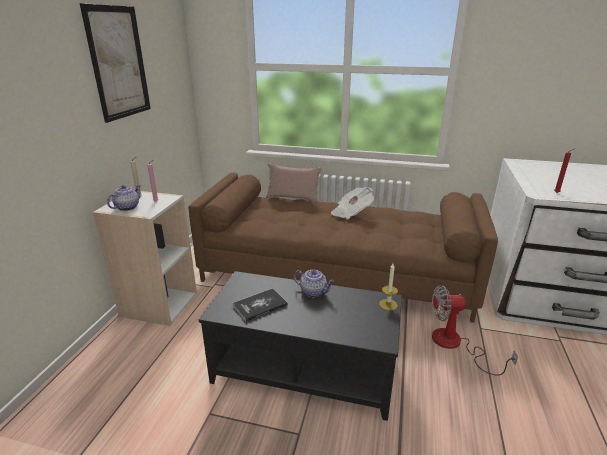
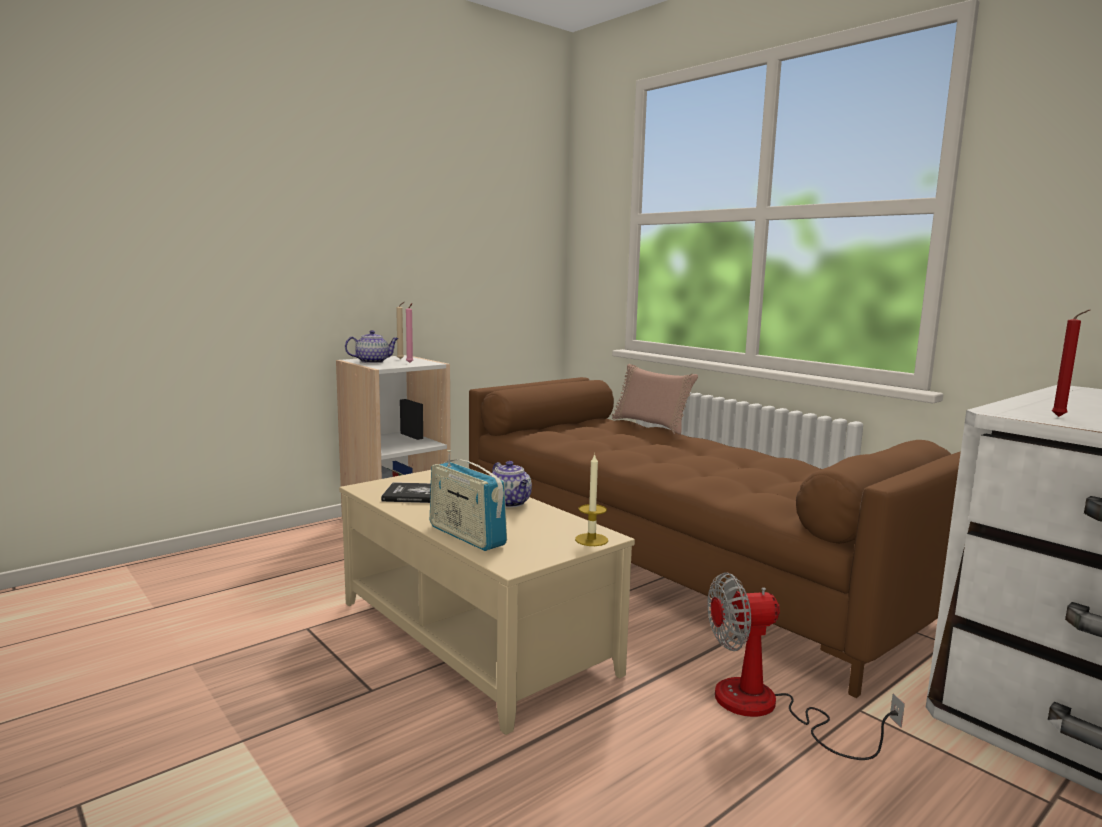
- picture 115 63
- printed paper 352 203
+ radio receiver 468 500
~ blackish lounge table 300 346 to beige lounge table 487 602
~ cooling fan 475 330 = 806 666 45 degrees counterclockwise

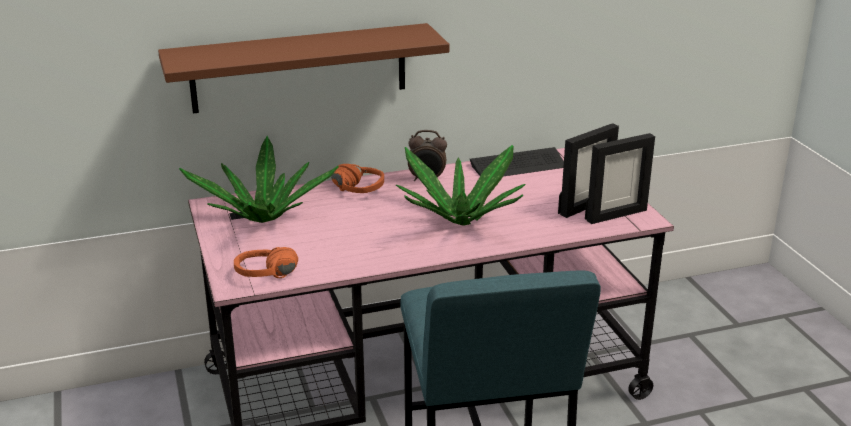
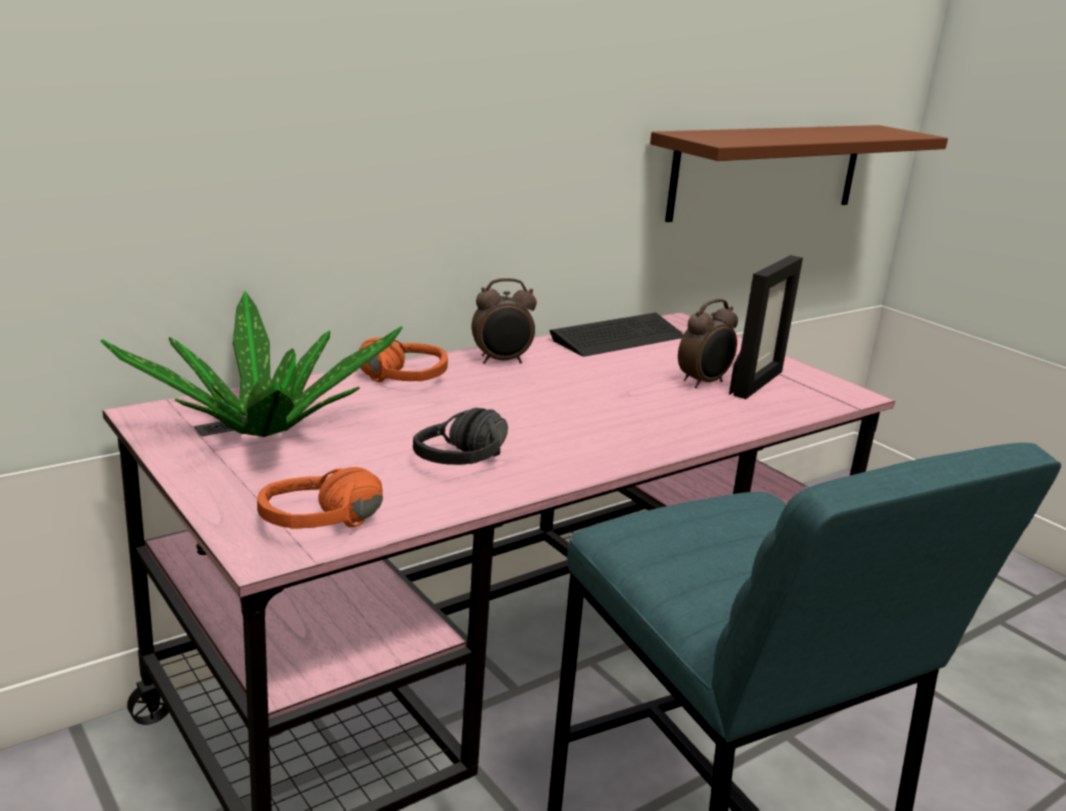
- plant in a pot 461 185
- photo frame 620 178
+ blackish headphones 460 436
+ table clock 708 343
~ brownish wall shelf 303 68 to 799 173

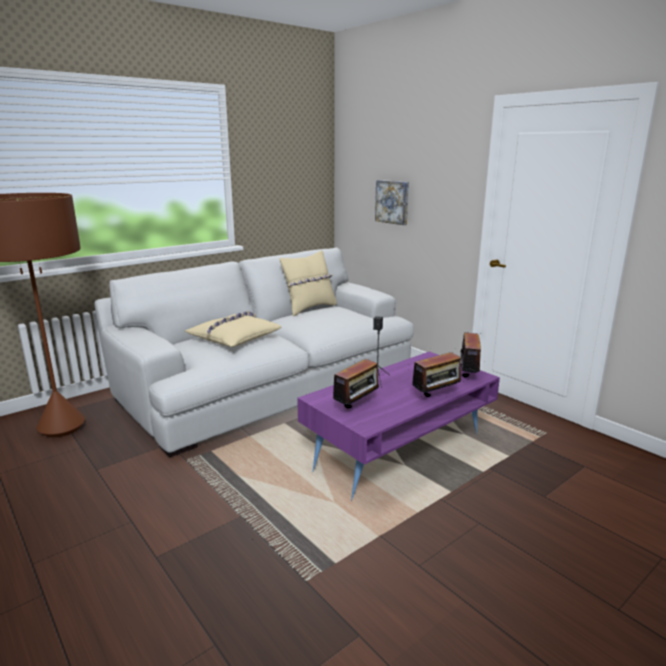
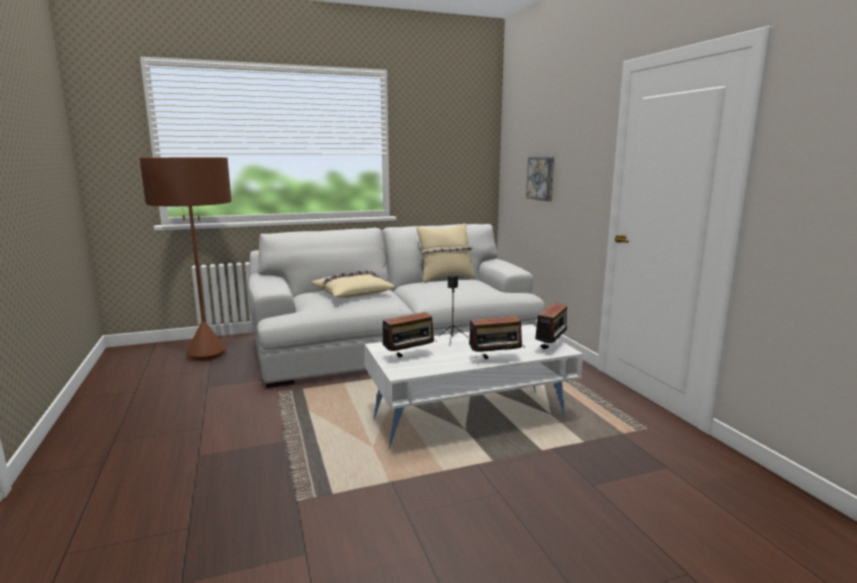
~ purple-coloured lounge table 398 426 to white lounge table 474 386

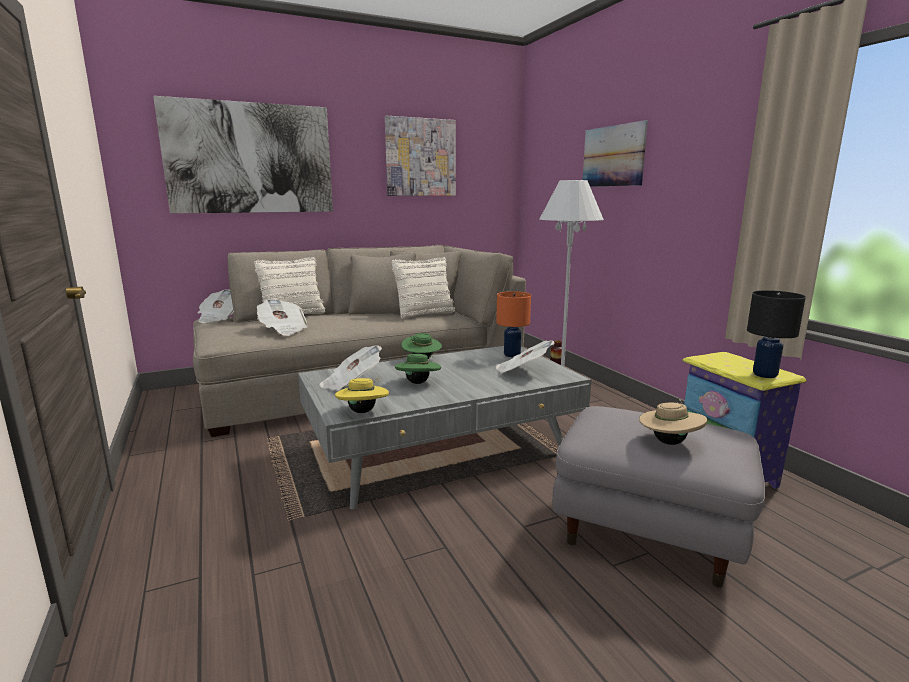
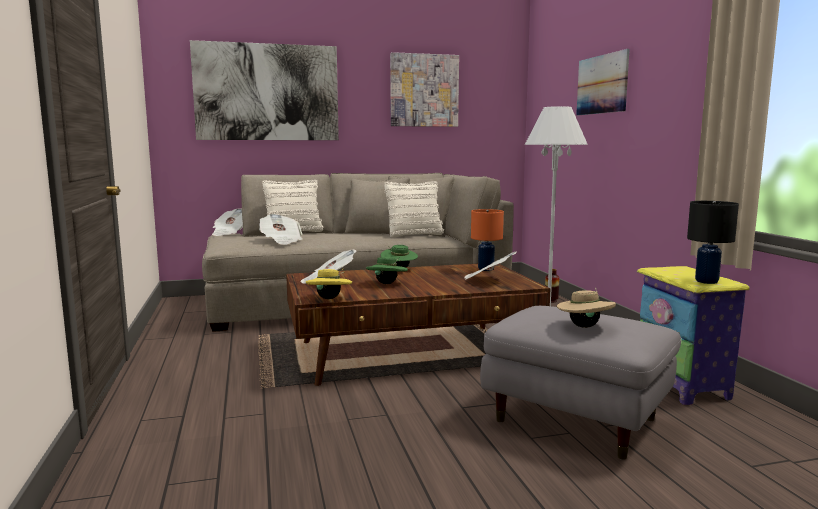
~ grey lounge table 444 428 to brownish lounge table 418 325

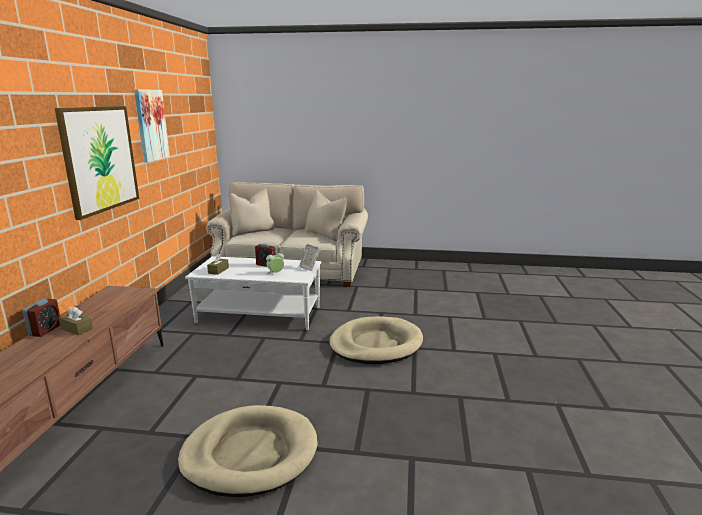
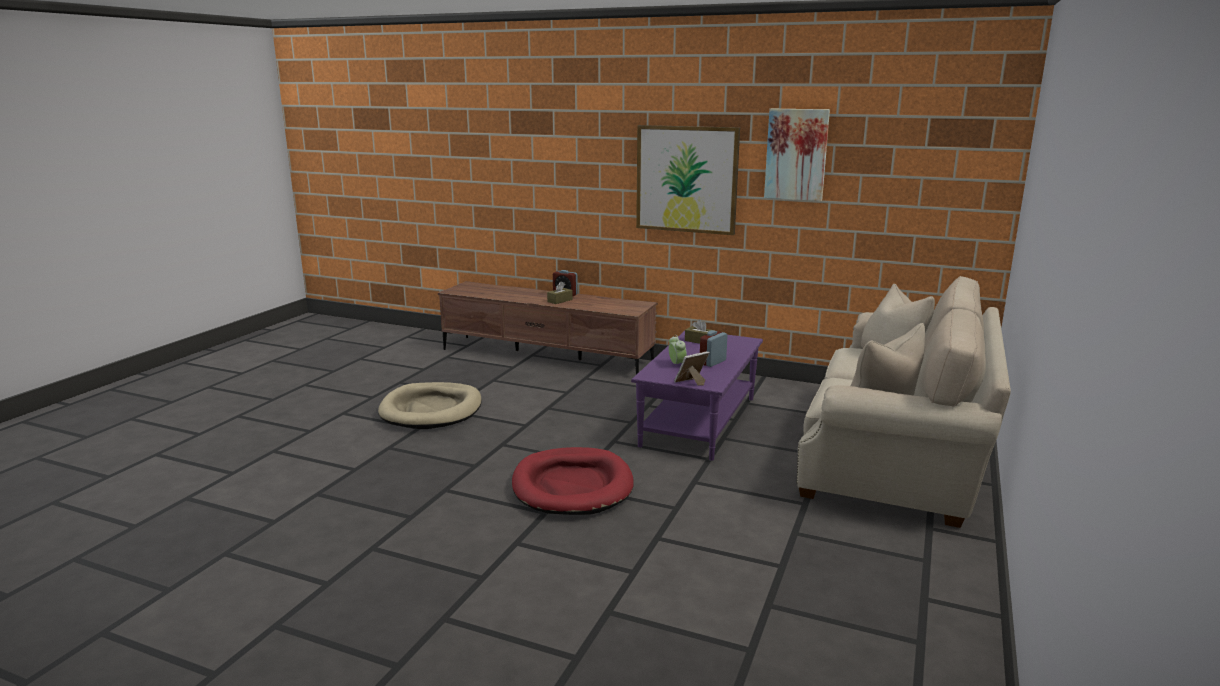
~ white lounge table 253 293 to purple-coloured lounge table 697 396
~ beige pet bed 376 340 to red pet bed 572 481

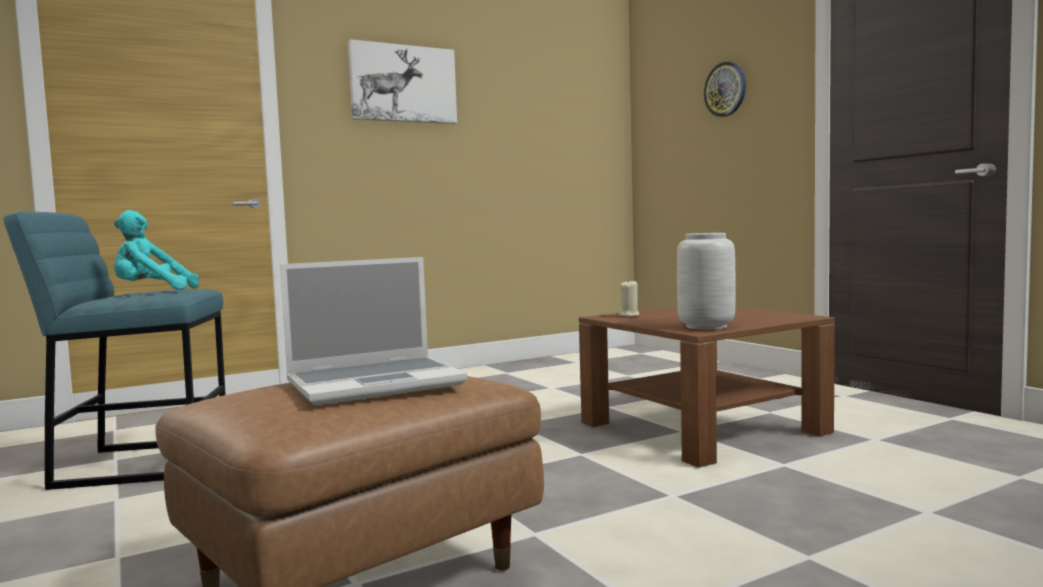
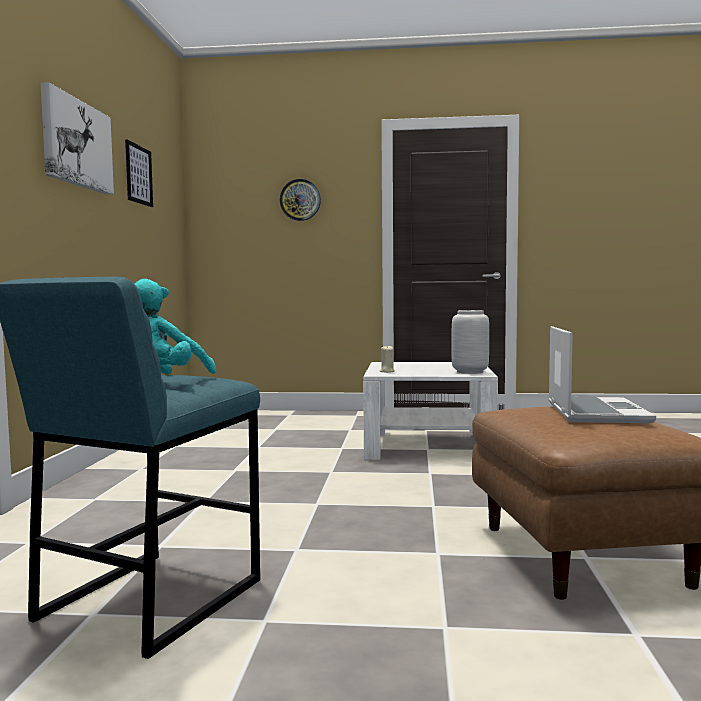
+ picture 139 173
~ brownish lounge table 707 387 to white lounge table 430 411

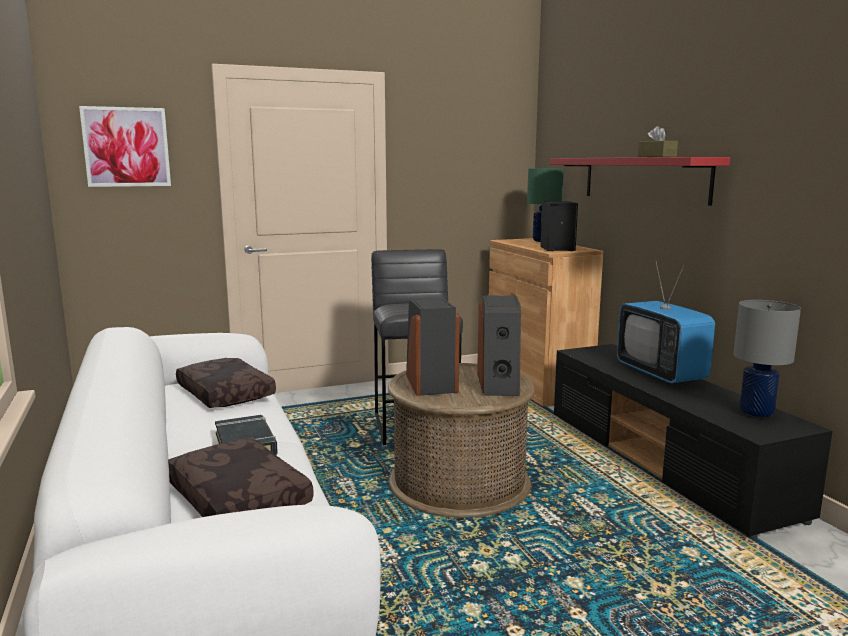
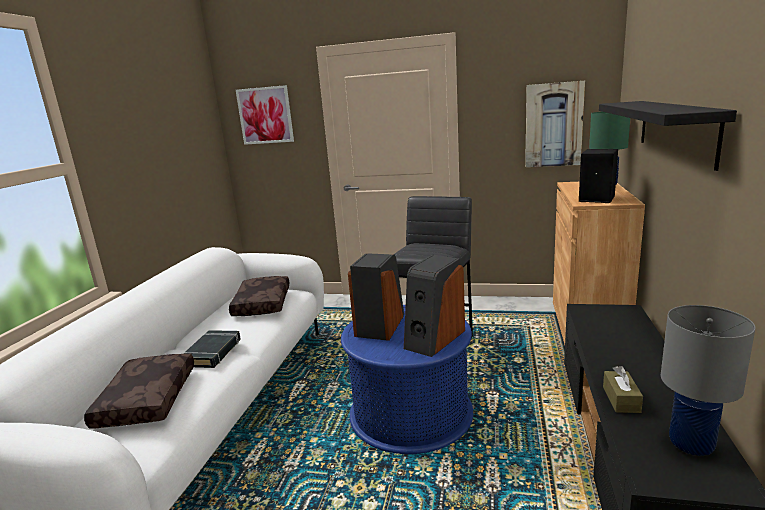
- television 666 322
+ picture 555 124
~ brownish box of tissues 658 141 to 623 389
~ brownish lounge table 461 440 to blue lounge table 407 379
~ red wall shelf 640 181 to blackish wall shelf 668 136

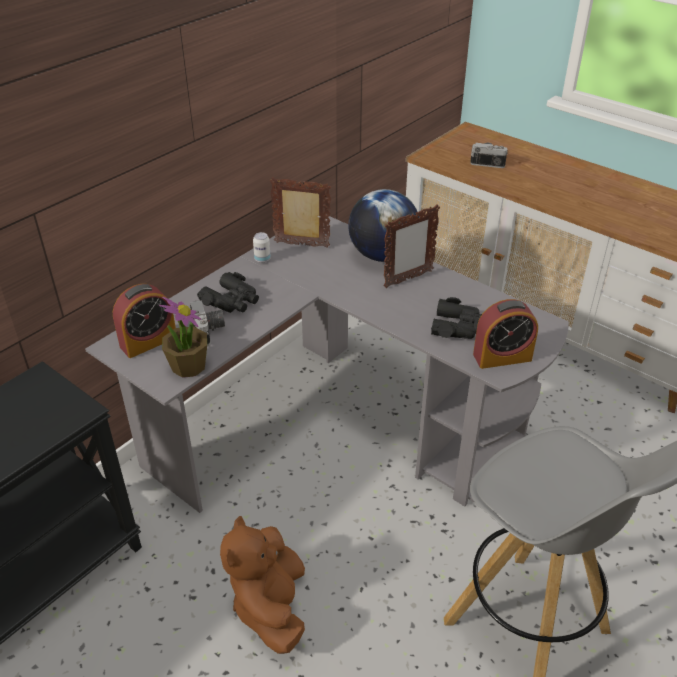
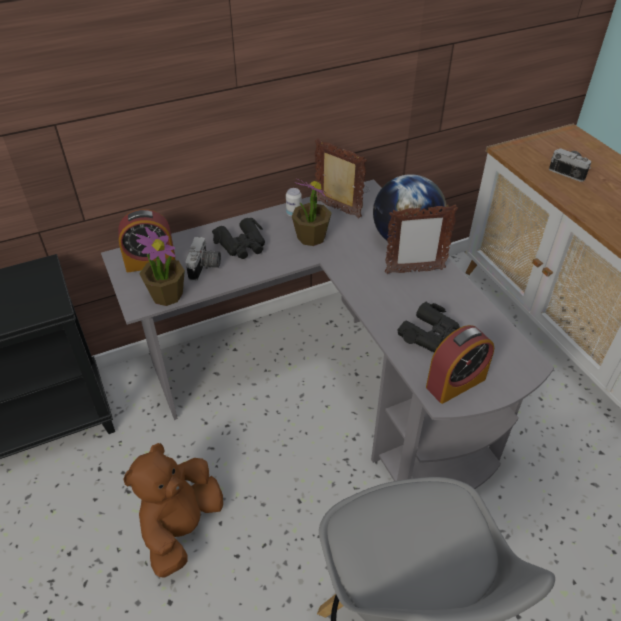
+ plant in a pot 312 212
~ table clock 505 334 = 460 364 45 degrees counterclockwise

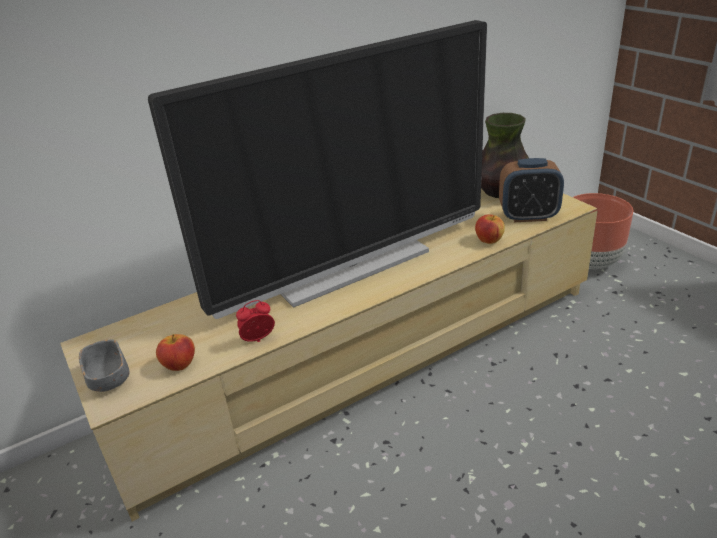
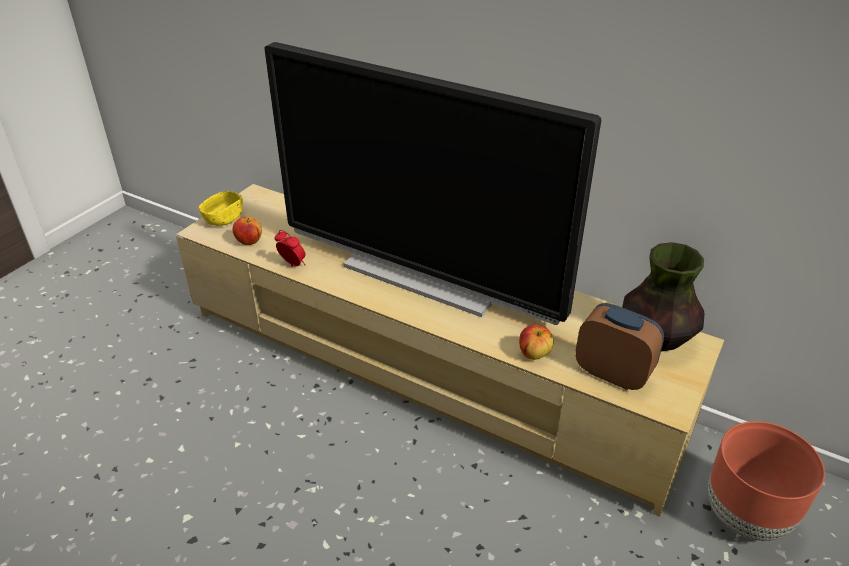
~ grey serving bowl 104 366 to yellow serving bowl 221 208
~ table clock 531 190 = 619 346 150 degrees clockwise

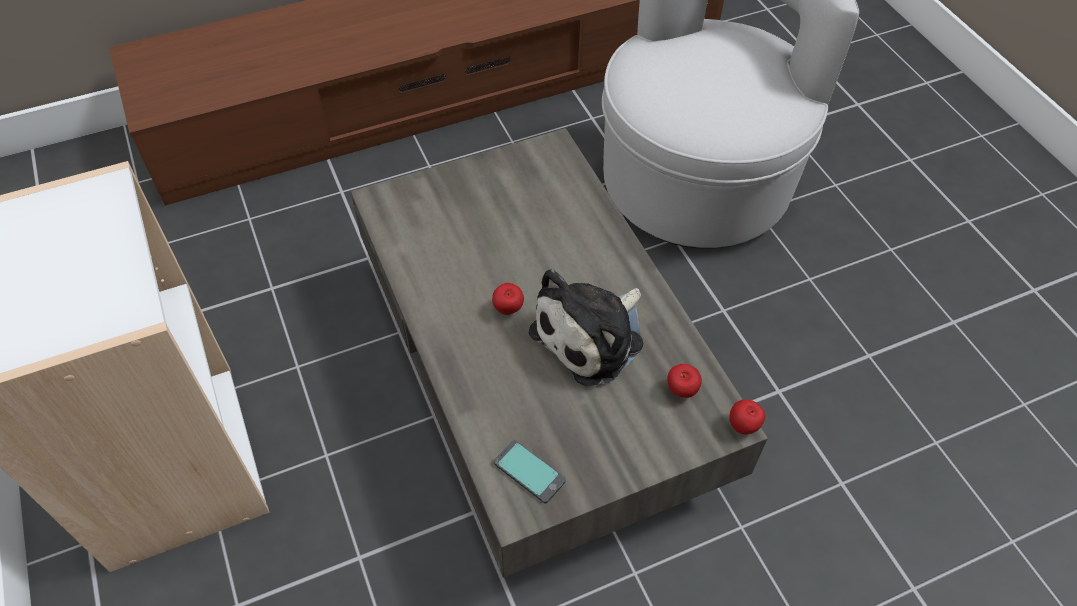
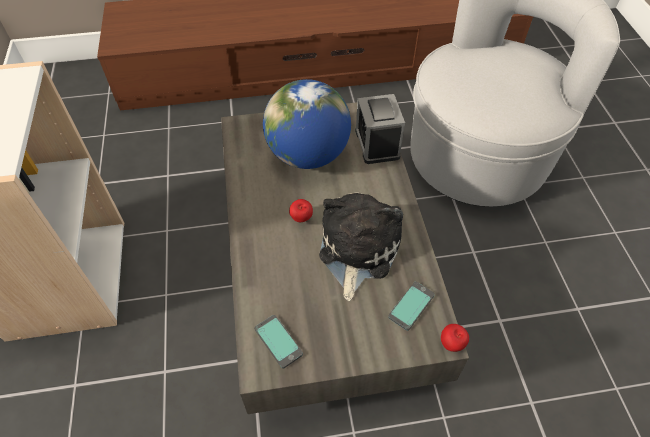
+ globe 307 124
+ table clock 380 129
~ whole apple 685 381 to handset 411 306
~ soft toy 586 327 = 361 247 135 degrees clockwise

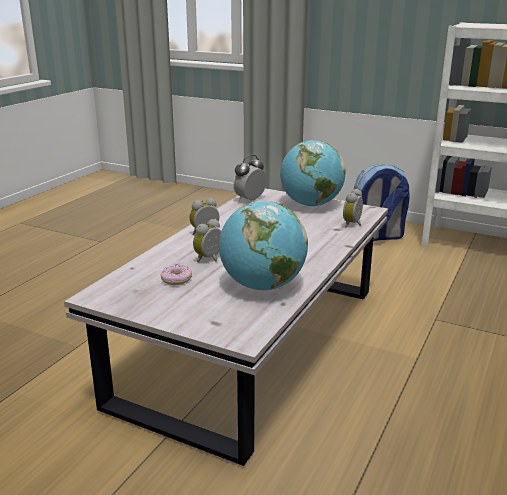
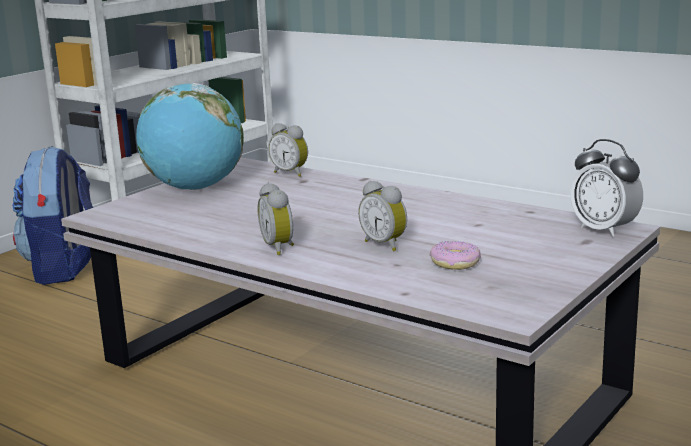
- globe 263 245
~ table clock 250 178 to 606 188

